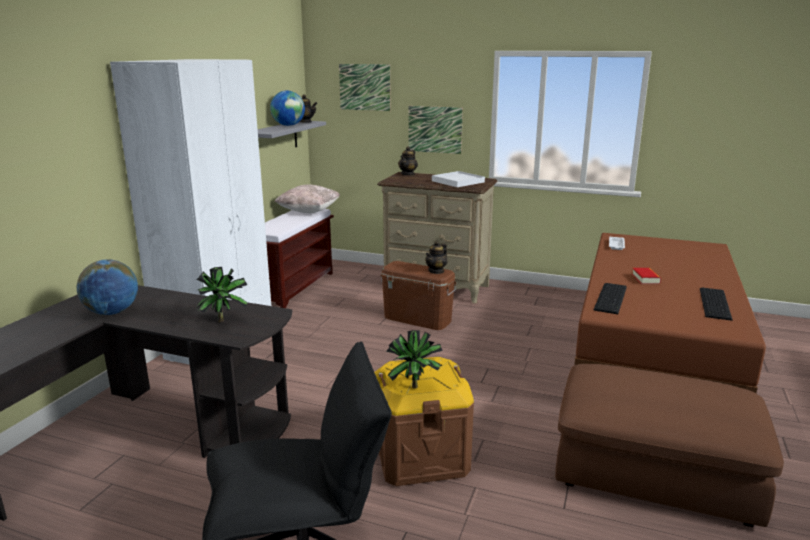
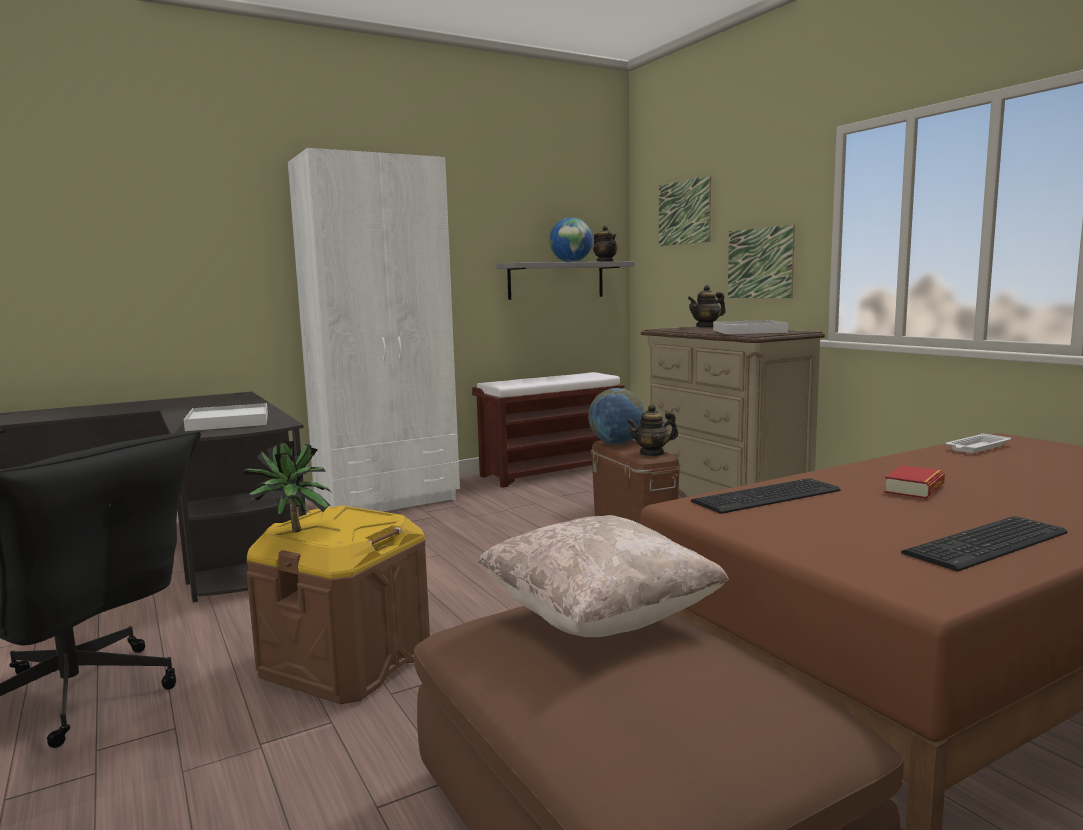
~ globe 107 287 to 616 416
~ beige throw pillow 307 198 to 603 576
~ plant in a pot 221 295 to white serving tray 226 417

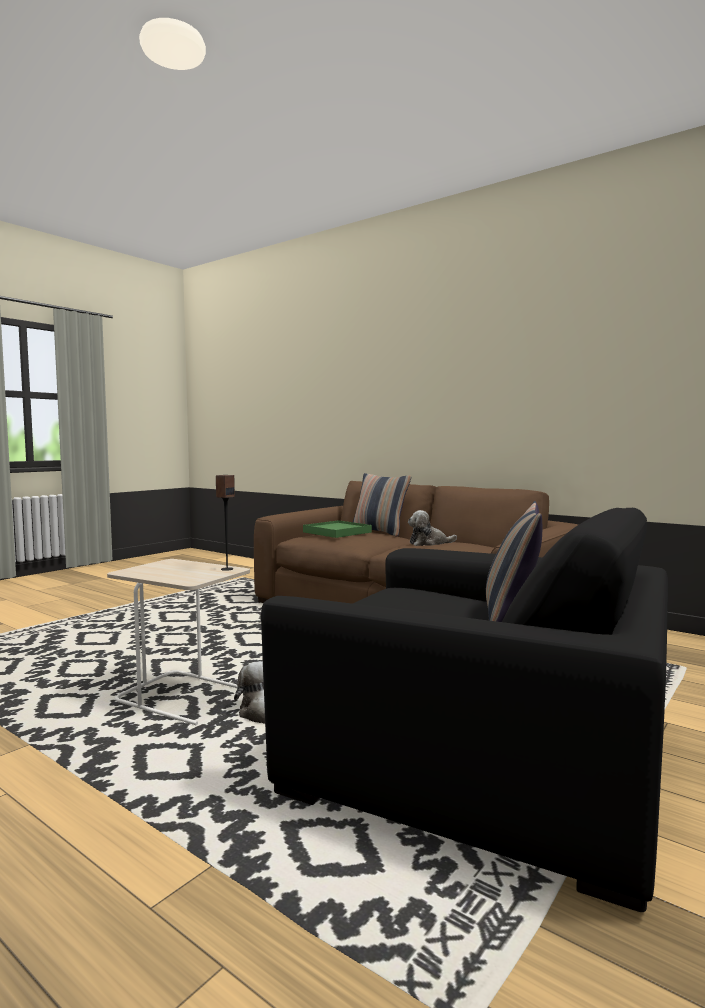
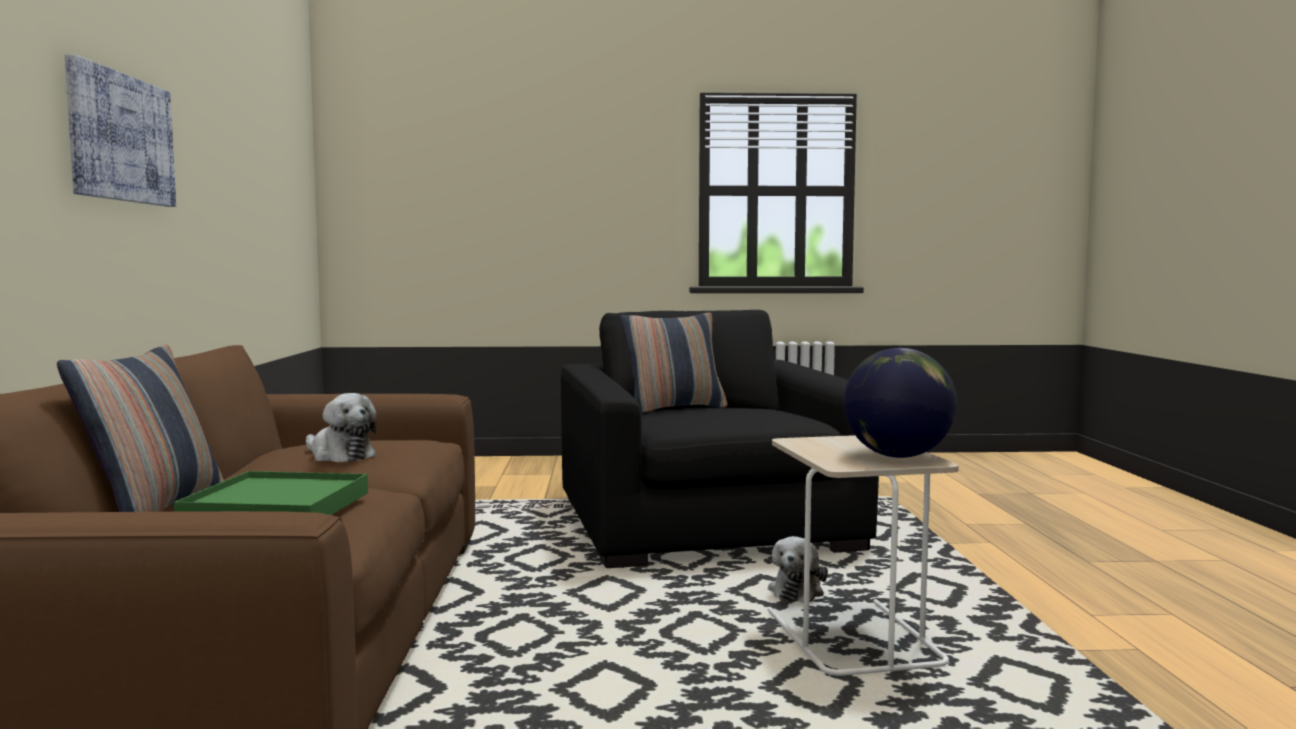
- loudspeaker 225 523
+ picture 120 130
+ globe 900 403

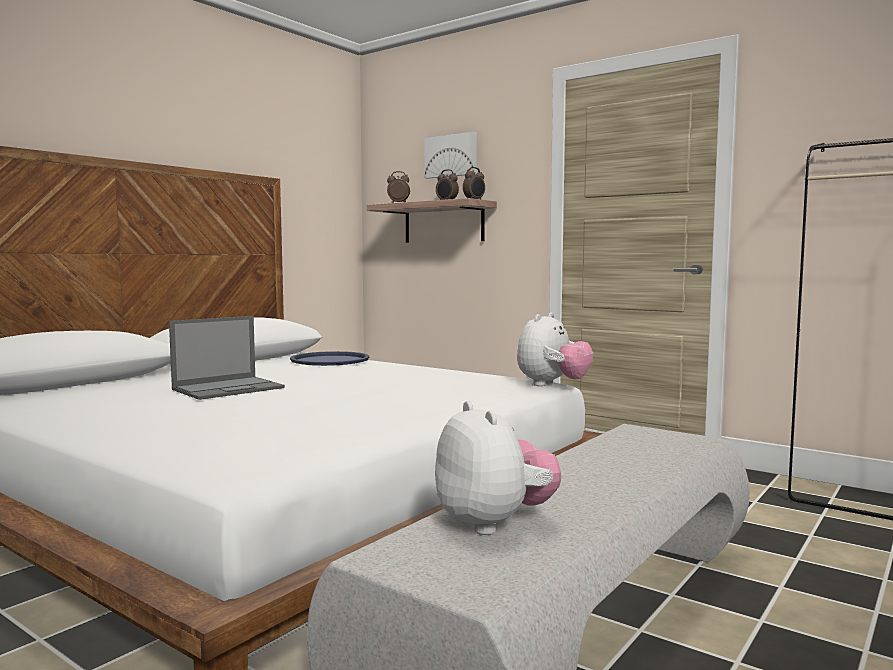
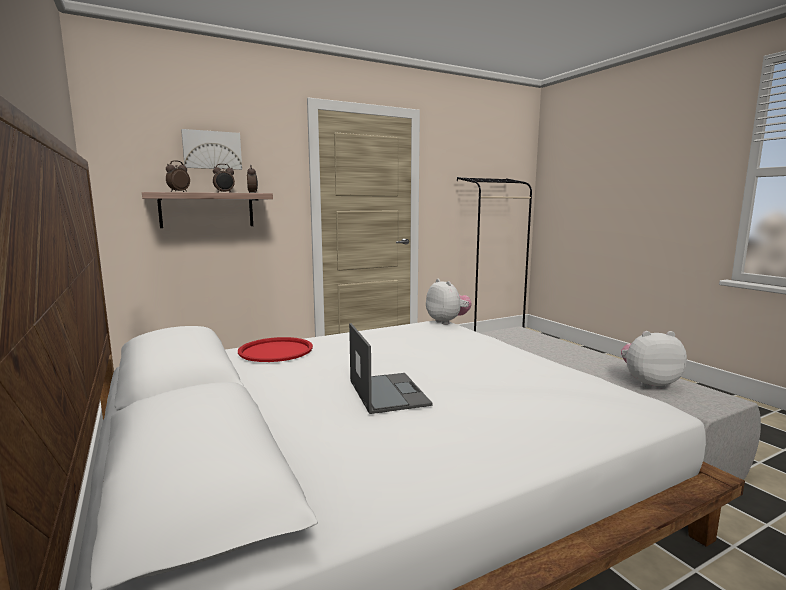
~ blue serving tray 329 358 to red serving tray 275 349

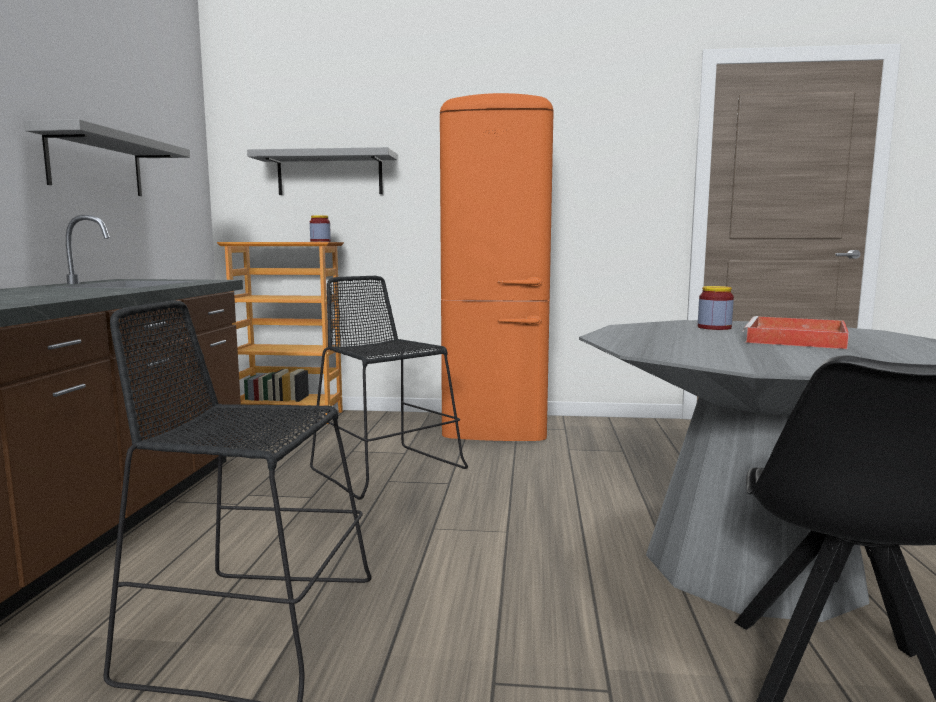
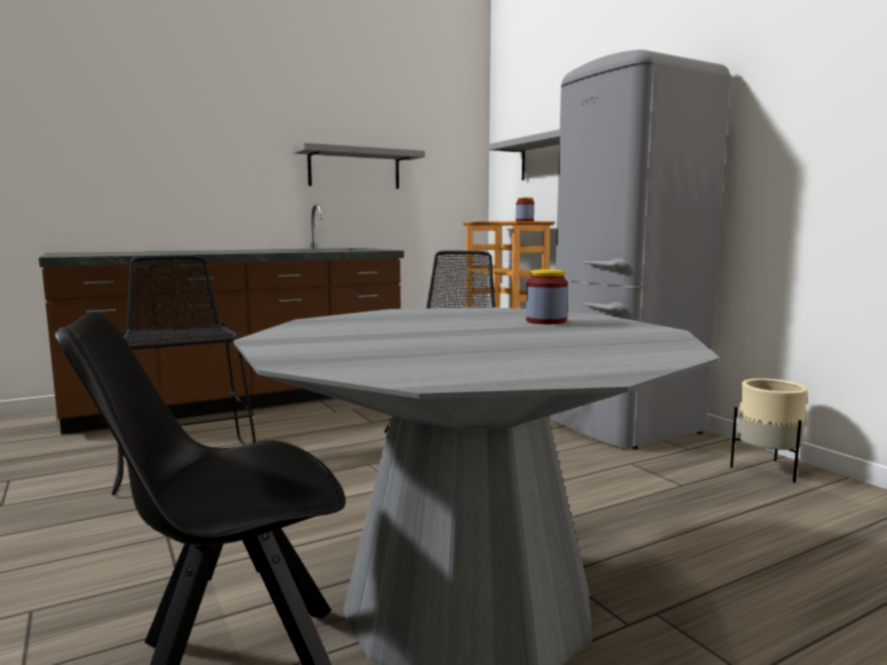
- red serving tray 796 332
+ beige plant pot 769 430
~ orange kitchen fridge 497 267 to grey kitchen fridge 640 249

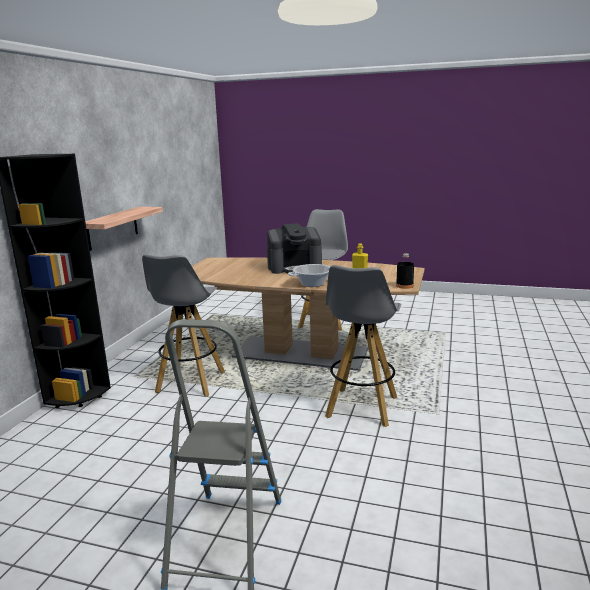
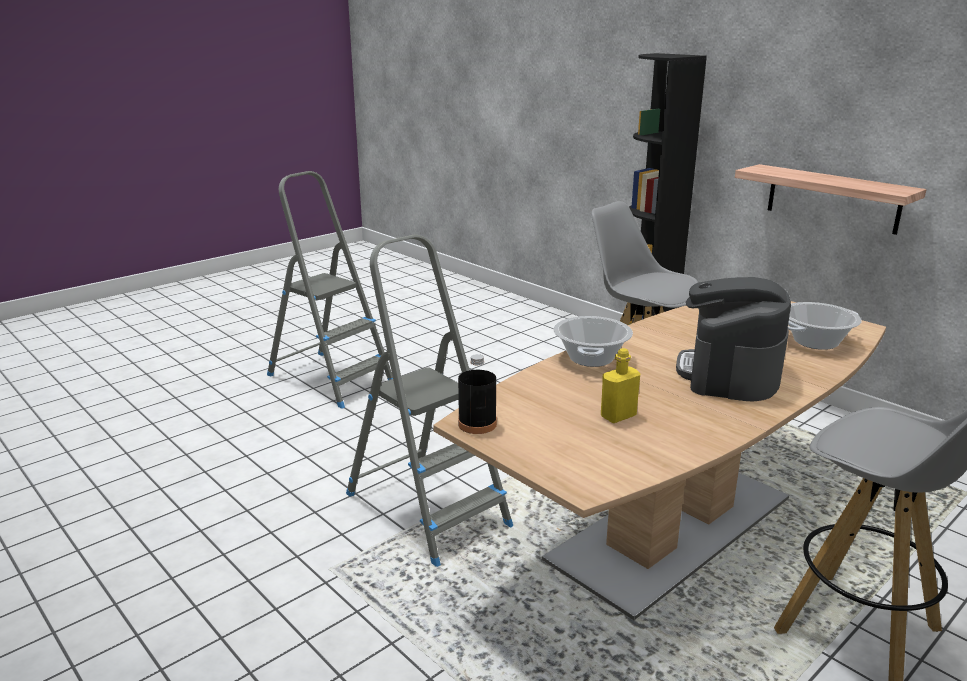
+ cooking pot 825 326
~ grey stool seat 363 346 to grey stepladder 429 401

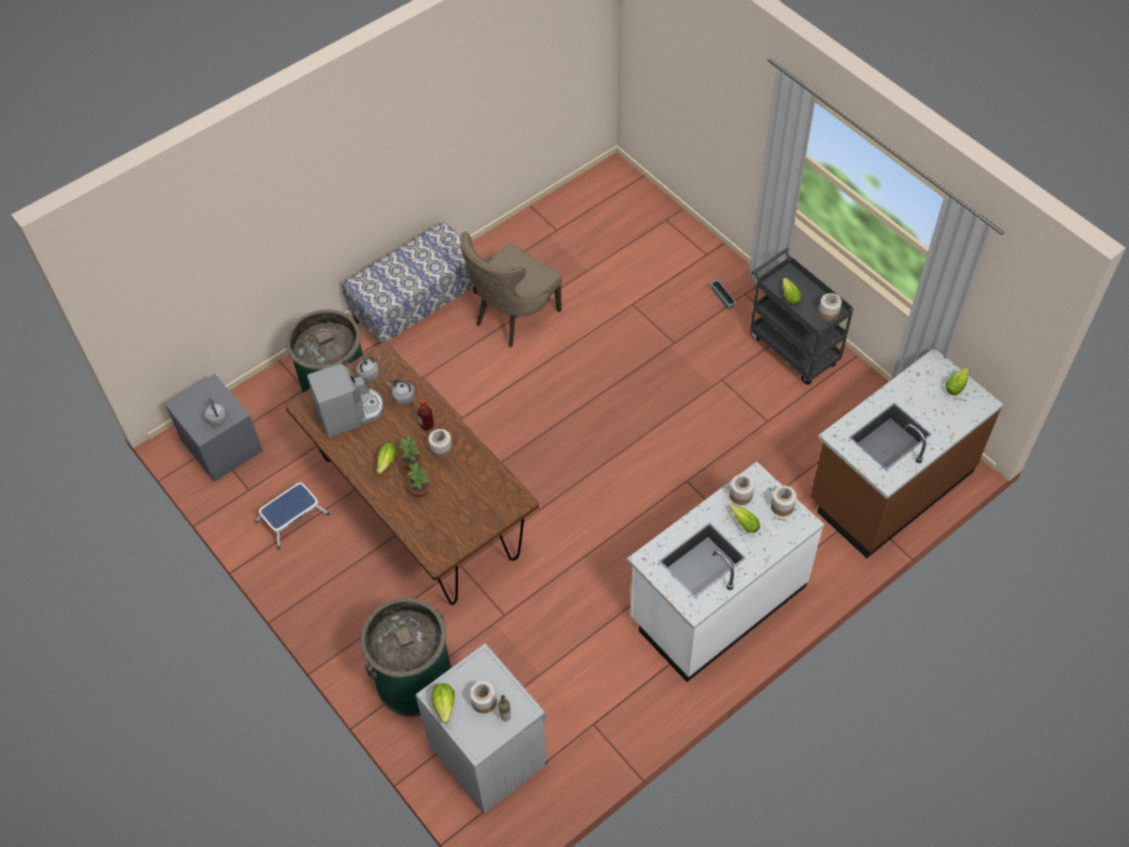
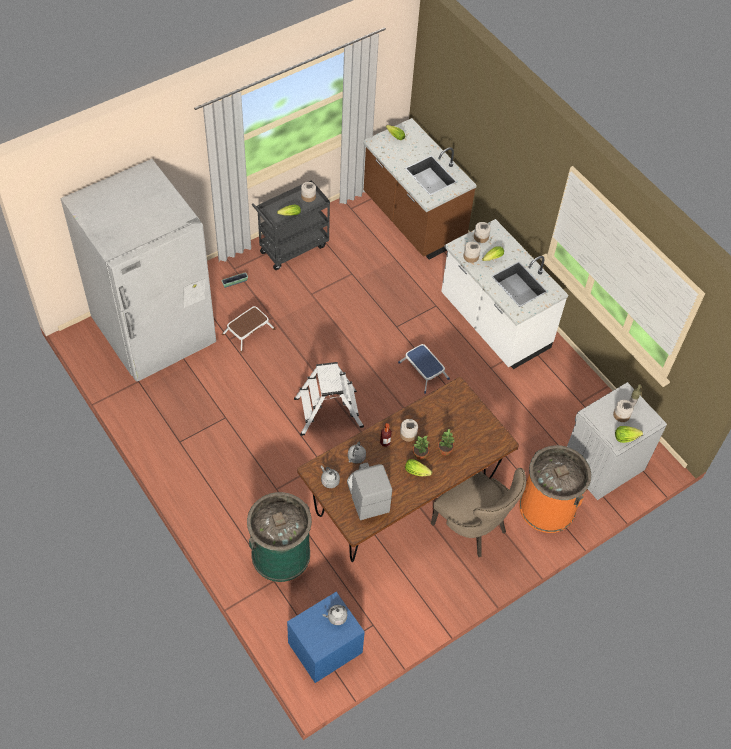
- long seat 410 283
+ white kitchen fridge 138 270
+ brownish stepladder 248 329
+ white stepladder 329 399
~ blue stepladder 292 516 to 424 369
~ beige plain chair 511 289 to 478 512
~ grey night table 214 428 to blue night table 326 637
~ greenish waste bin 406 657 to orange waste bin 555 489

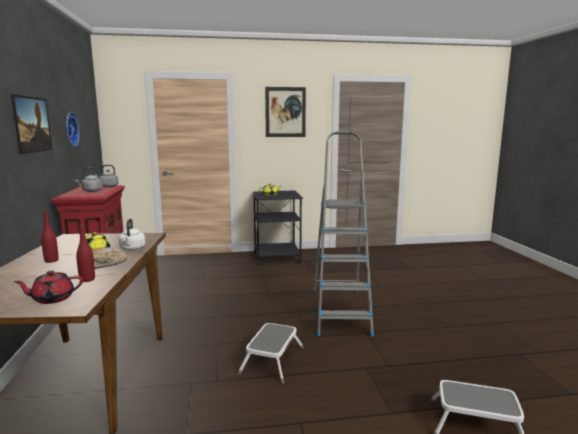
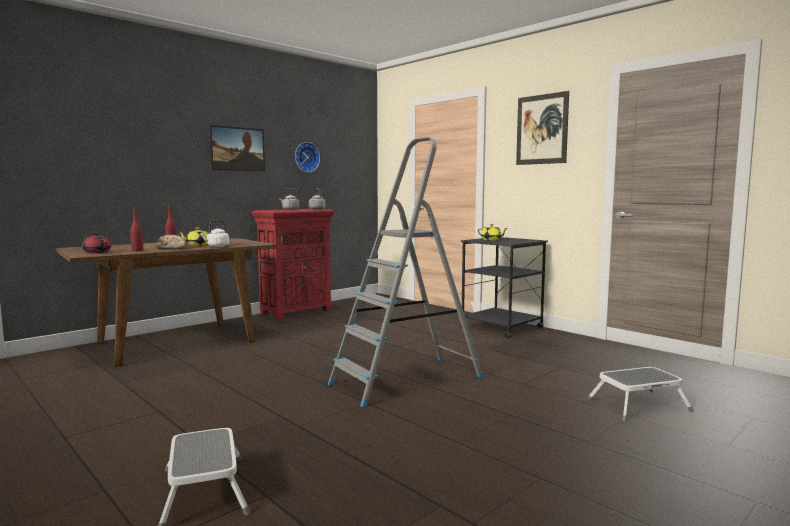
~ grey stepladder 270 353 to 640 394

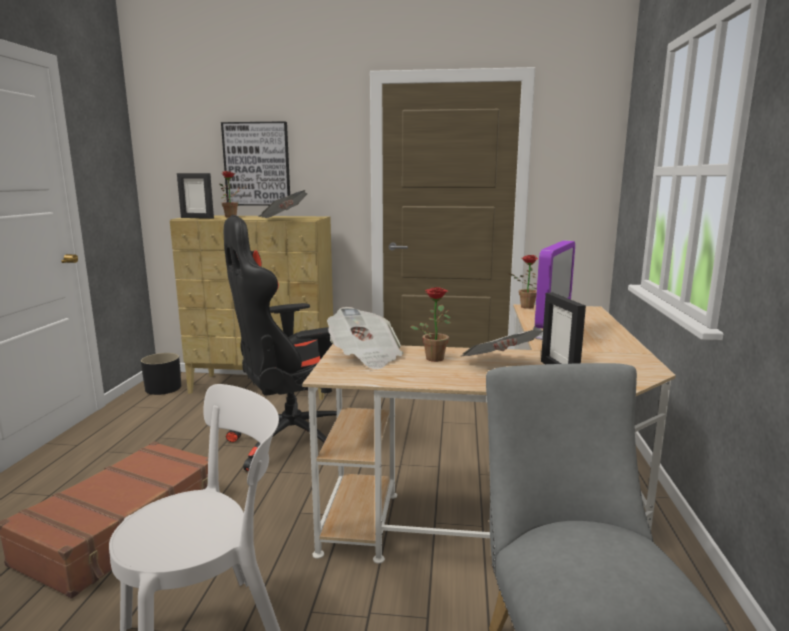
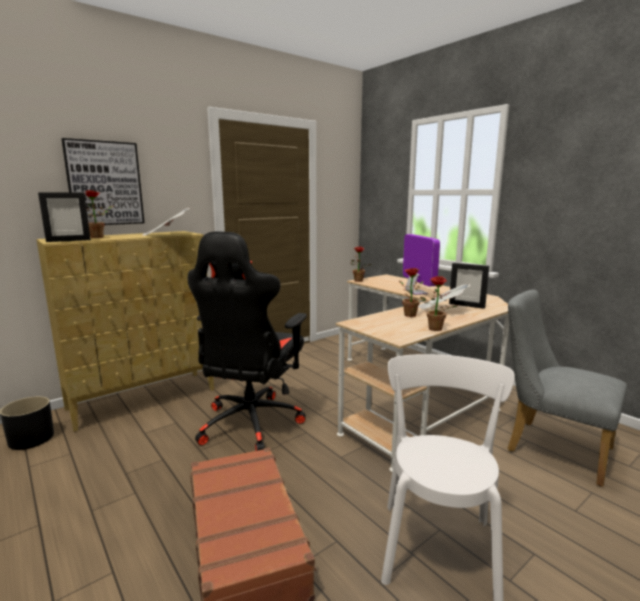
- printed paper 365 338
+ plant in a pot 438 303

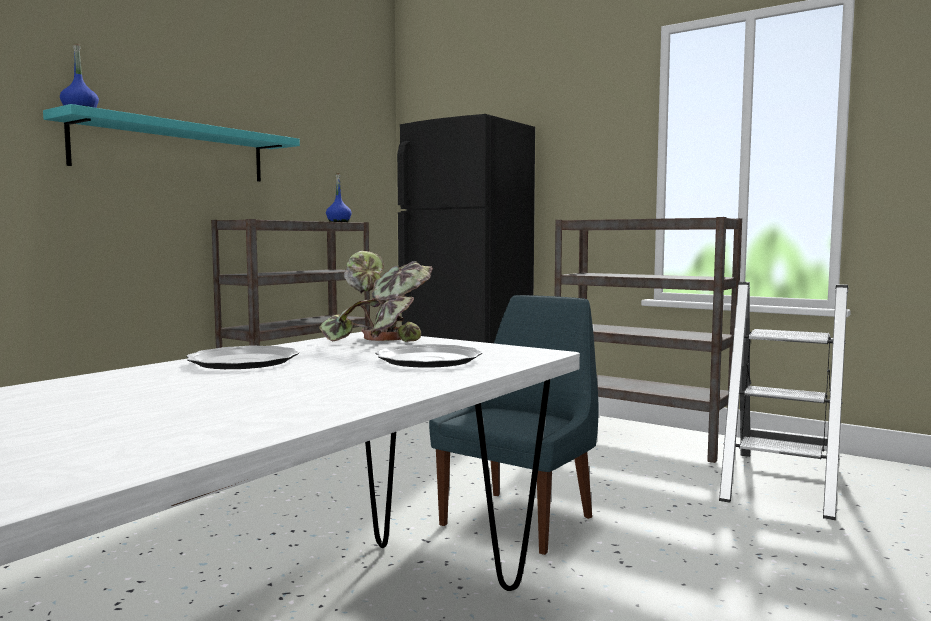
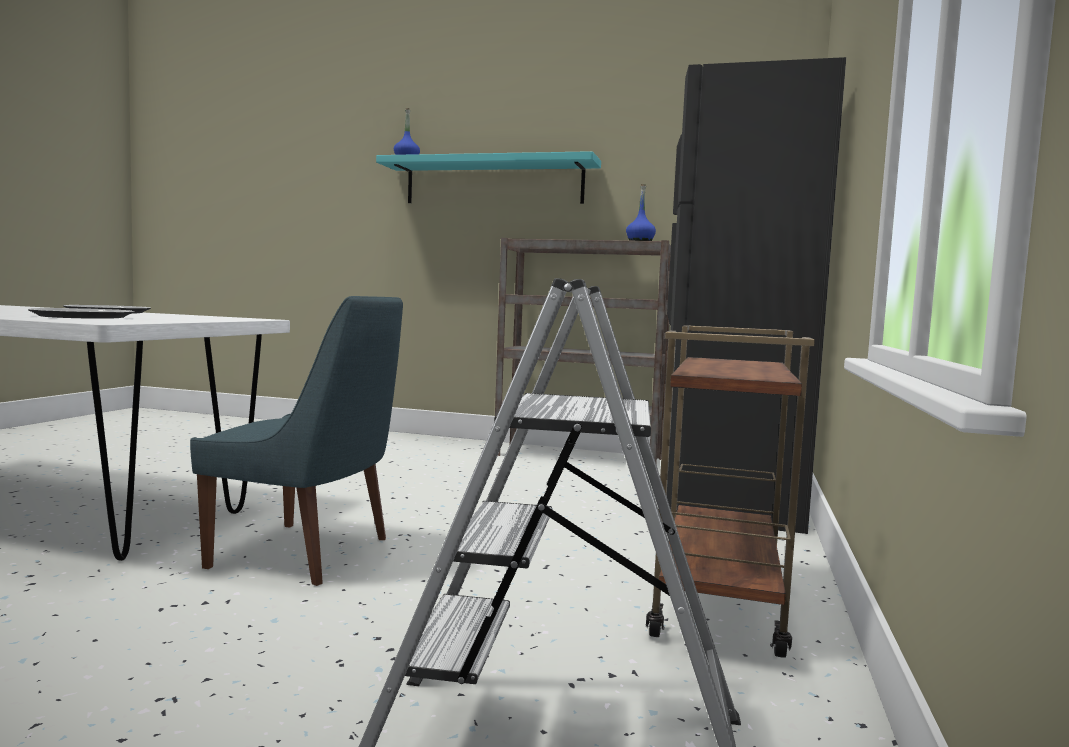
- plant in a pot 376 296
~ grey bookshelf 648 340 to brownish cart 730 491

